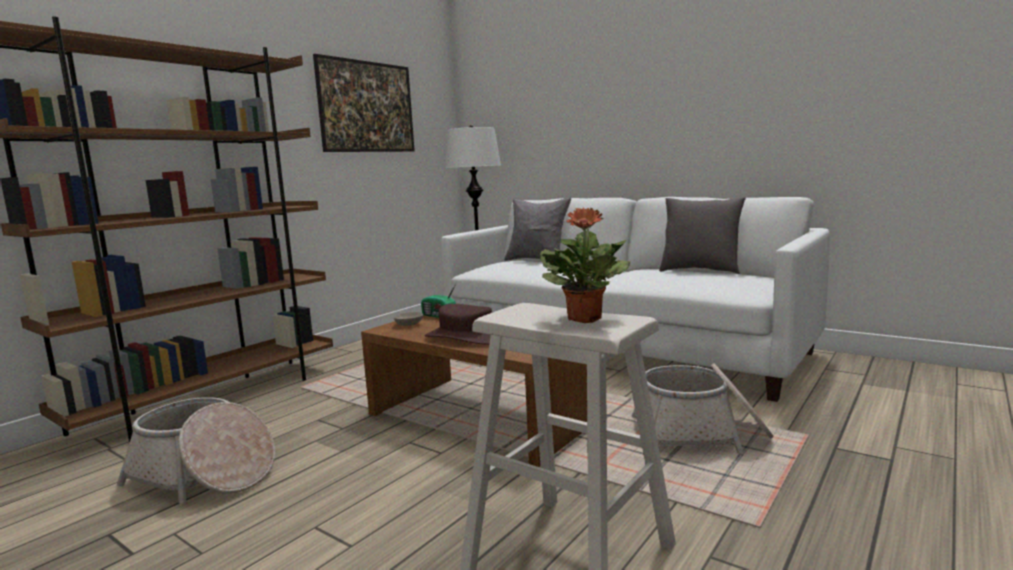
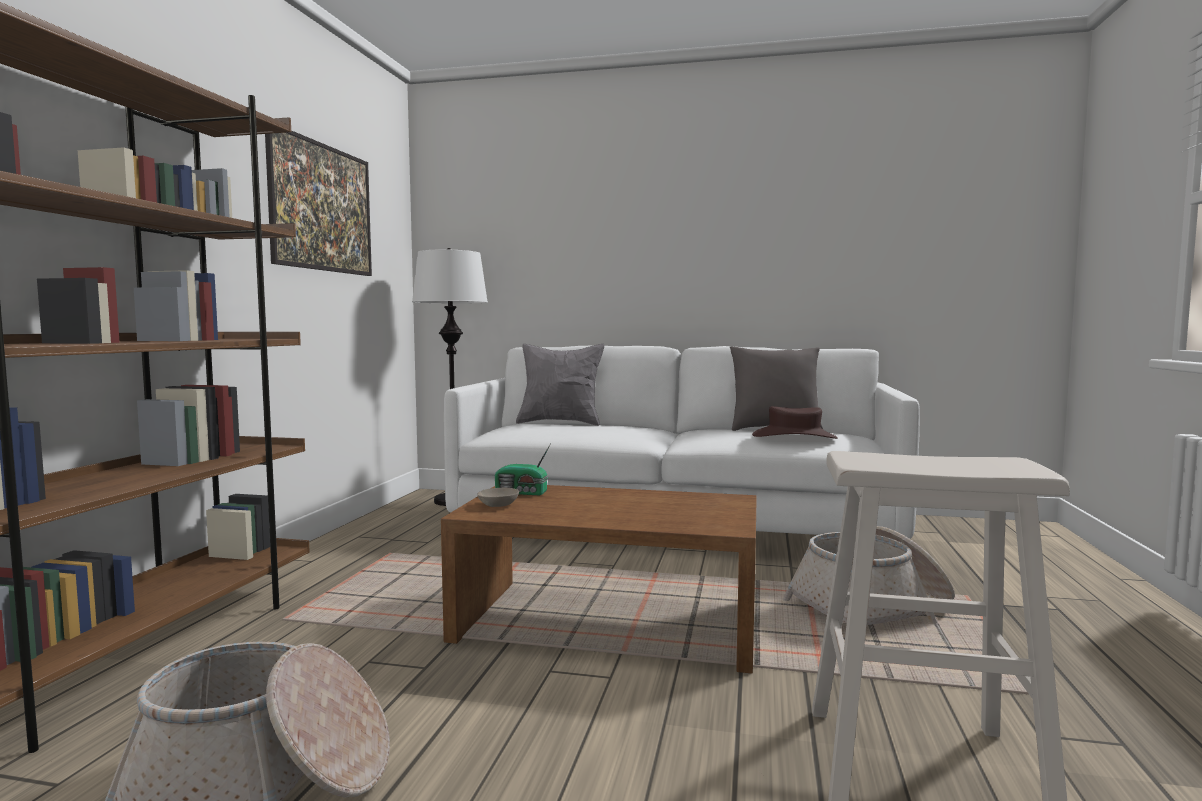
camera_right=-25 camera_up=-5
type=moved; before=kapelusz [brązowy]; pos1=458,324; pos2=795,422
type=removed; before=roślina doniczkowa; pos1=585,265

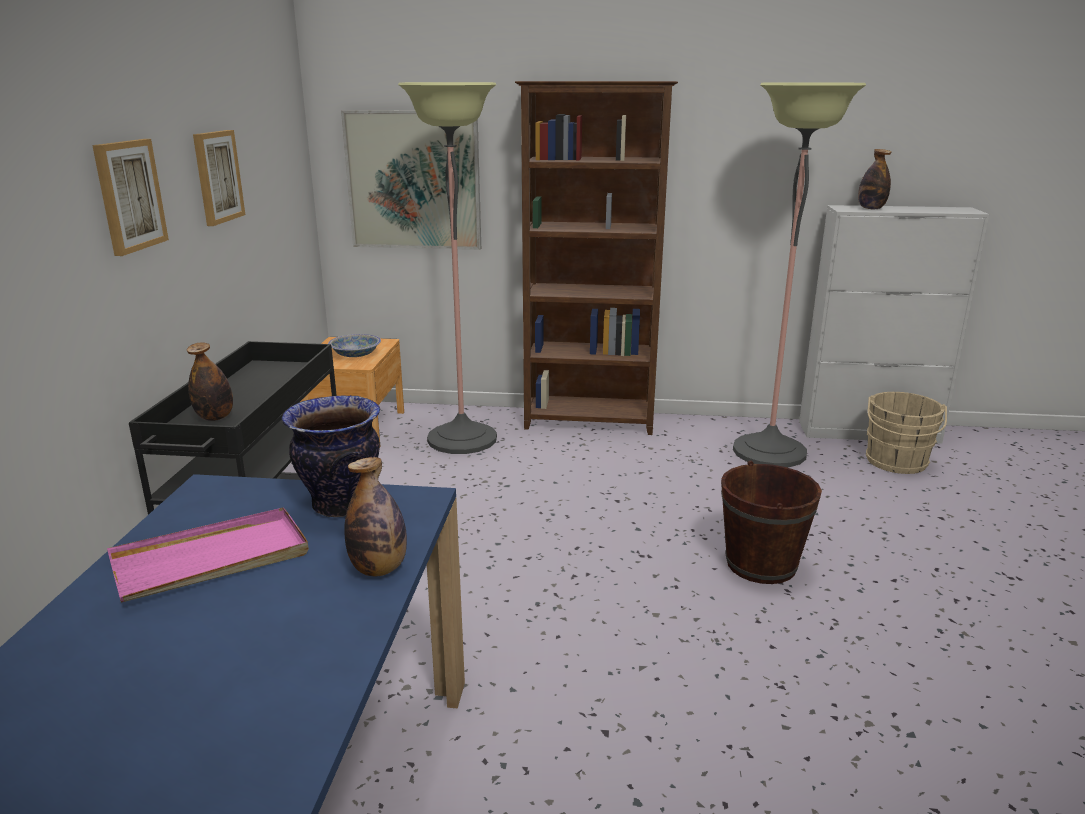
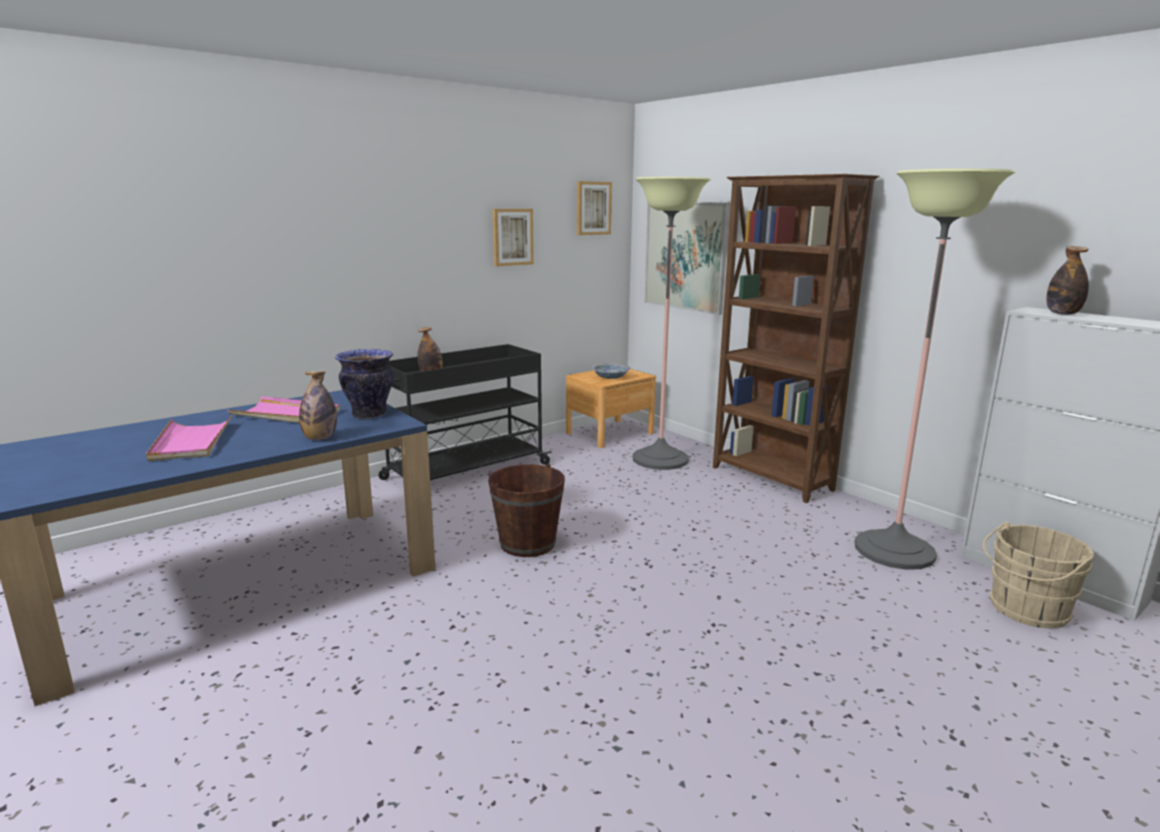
camera_right=45 camera_up=-5
type=added; after=taca [różowy]; pos2=189,438
type=moved; before=wiadro [brązowy]; pos1=771,522; pos2=526,510
type=moved; before=obraz; pos1=130,197; pos2=594,208

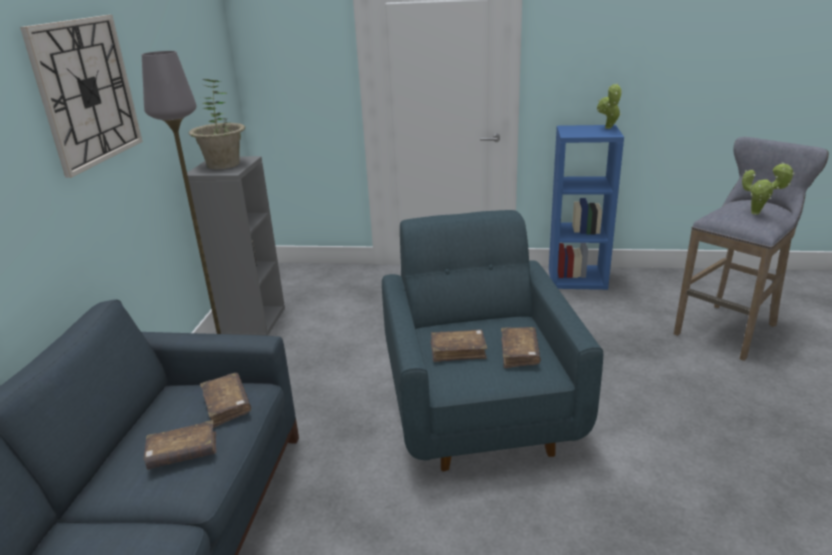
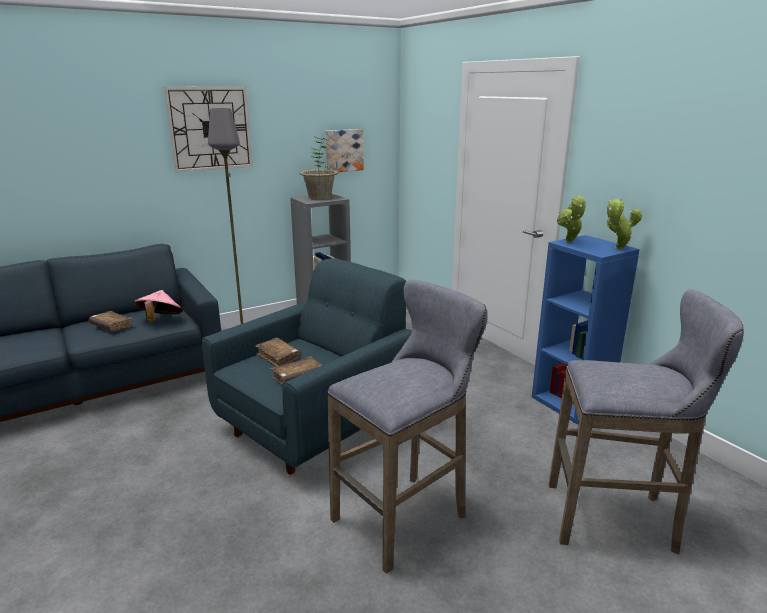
camera_right=50 camera_up=-5
type=replaced; before=książka [brązowy]; after=kapelusz [różowy]; pos1=225,400; pos2=158,306
type=added; after=obraz; pos2=344,150
type=added; after=stołek [szary]; pos2=407,427
type=moved; before=roślina doniczkowa; pos1=768,188; pos2=571,219

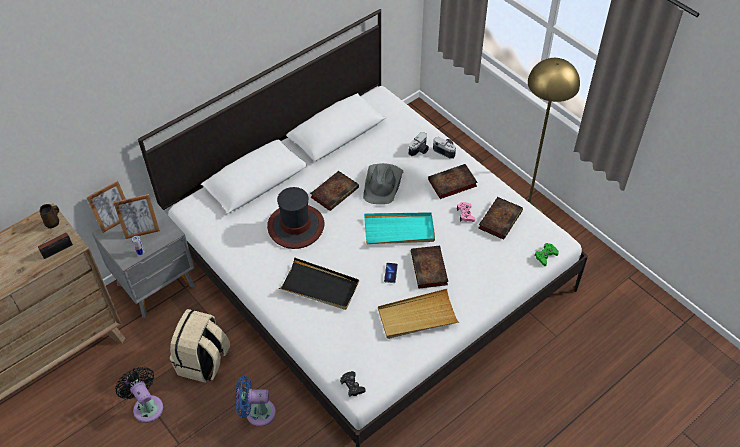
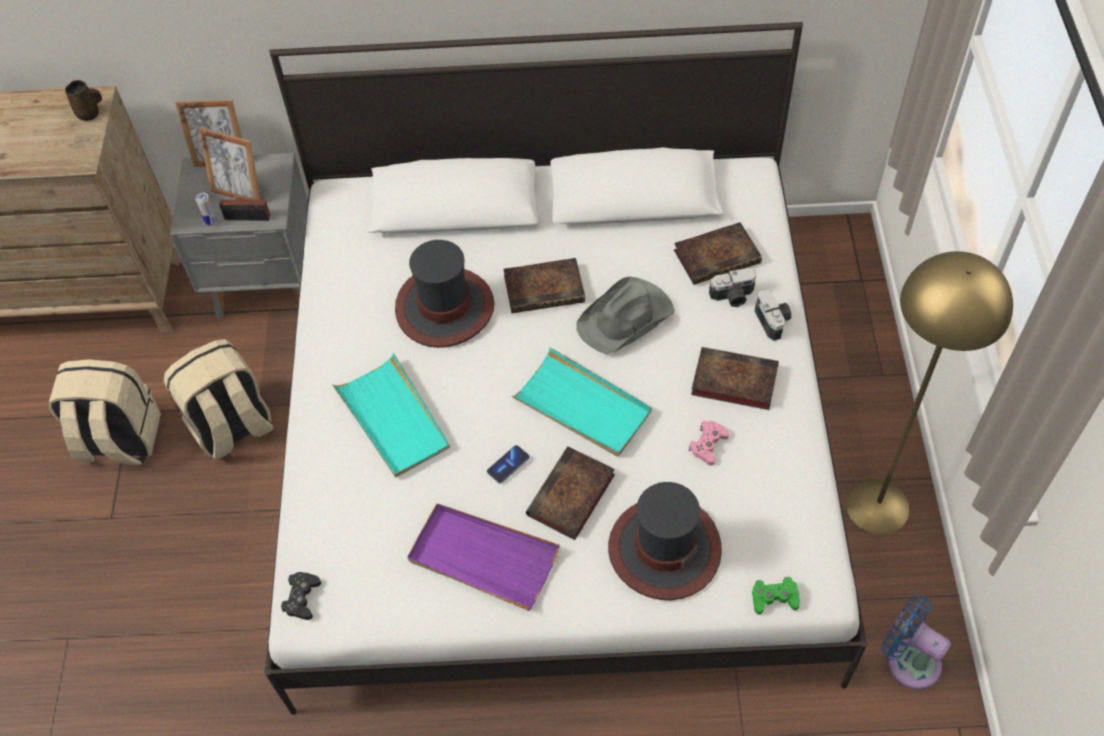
camera_right=40 camera_up=5
type=replaced; before=wentylator [czarny]; after=plecak [beżowy]; pos1=139,395; pos2=105,412
type=moved; before=radio; pos1=55,241; pos2=244,205
type=recoloured; before=taca [czarny]; after=taca [turkusowy]; pos1=319,283; pos2=391,415
type=recoloured; before=taca [beżowy]; after=taca [fioletowy]; pos1=418,314; pos2=483,557
type=added; after=kapelusz; pos2=665,541
type=moved; before=książka; pos1=500,218; pos2=718,253
type=moved; before=wentylator [niebieski]; pos1=256,401; pos2=916,642

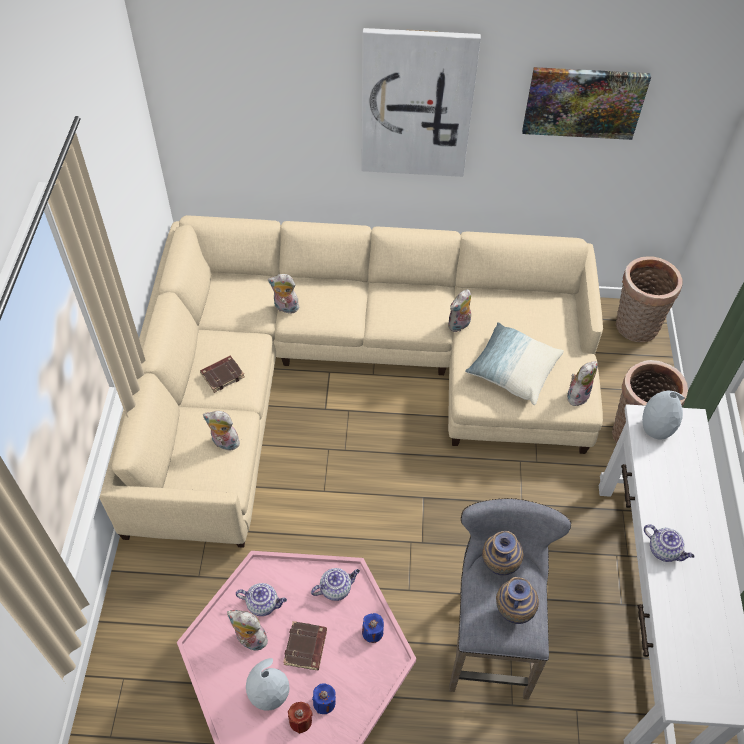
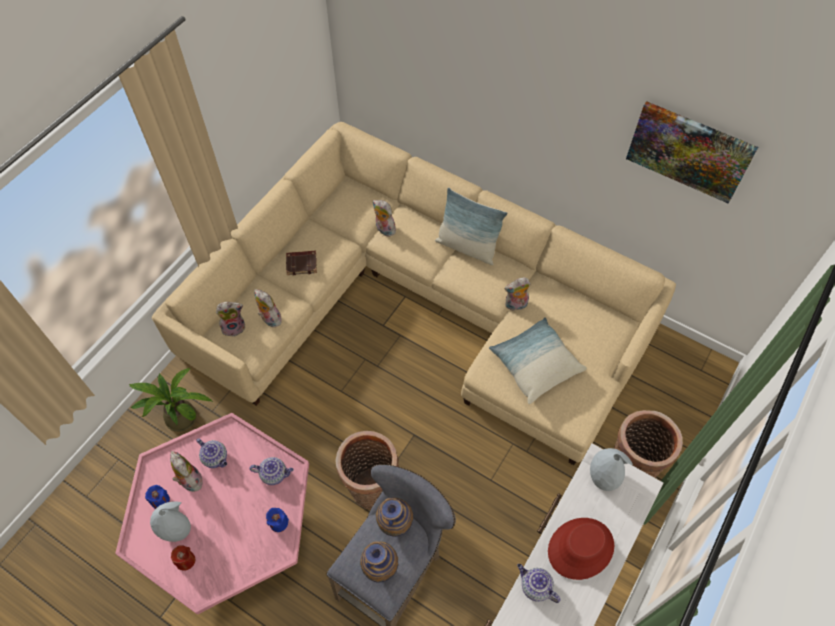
camera_right=30 camera_up=5
type=added; after=roślina doniczkowa; pos2=171,400
type=moved; before=świeca [niebieski]; pos1=324,698; pos2=157,497
type=moved; before=pluszak; pos1=582,383; pos2=230,319
type=moved; before=koszyk; pos1=649,299; pos2=367,470
type=added; after=poduszka; pos2=471,226
type=turned; before=imbryk; pos1=669,543; pos2=538,583; turn=150
type=added; after=kapelusz [czerwony]; pos2=581,549
type=removed; before=książka [brązowy]; pos1=305,645
type=removed; before=obraz; pos1=421,102

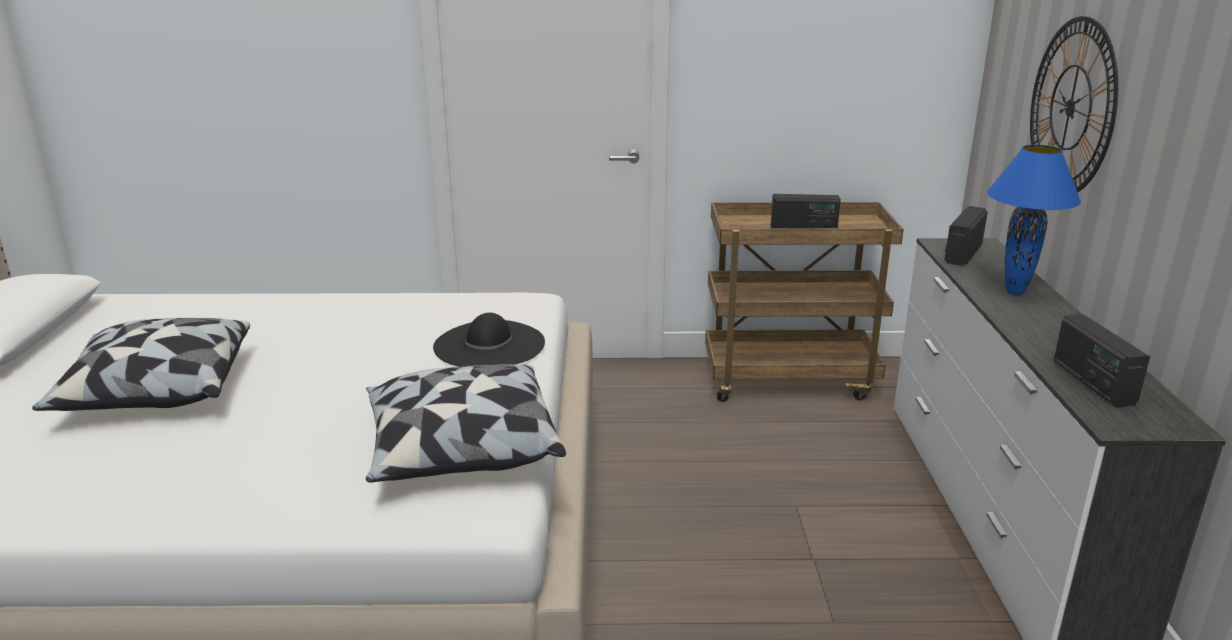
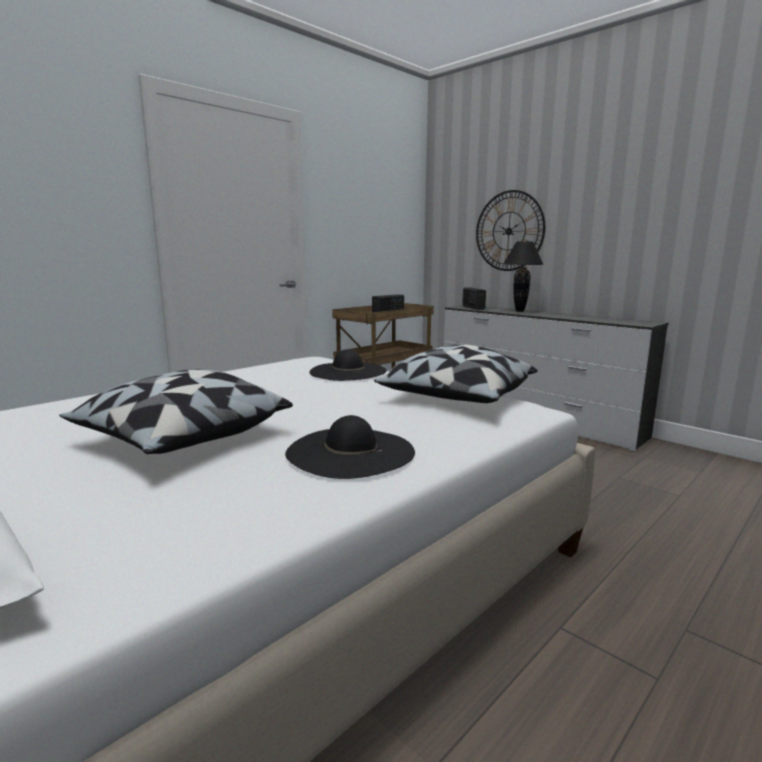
camera_right=-45 camera_up=-10
type=added; after=kapelusz [czarny]; pos2=350,447
type=recoloured; before=lampa stołowa [niebieski]; after=lampa stołowa [czarny]; pos1=1034,220; pos2=523,276
type=removed; before=radio; pos1=1102,360

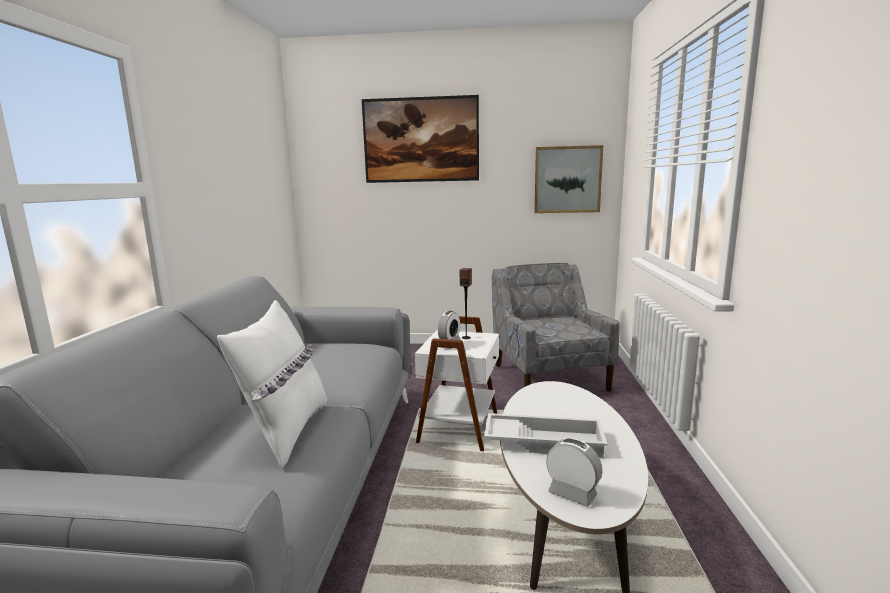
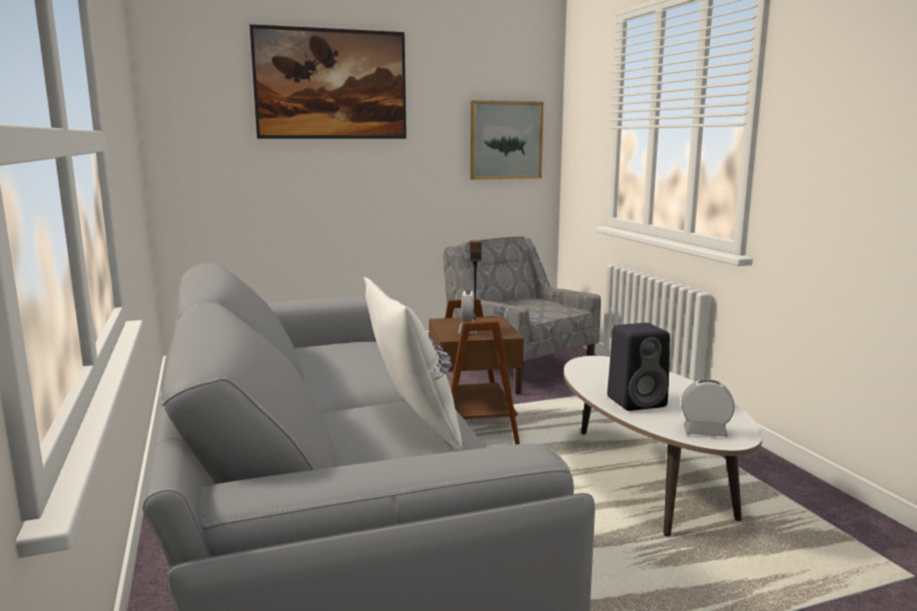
camera_right=-25 camera_up=0
type=recoloured; before=stolik [biały]; after=stolik [brązowy]; pos1=457,383; pos2=476,372
type=replaced; before=taca [biały]; after=głośnik [czarny]; pos1=545,435; pos2=638,367

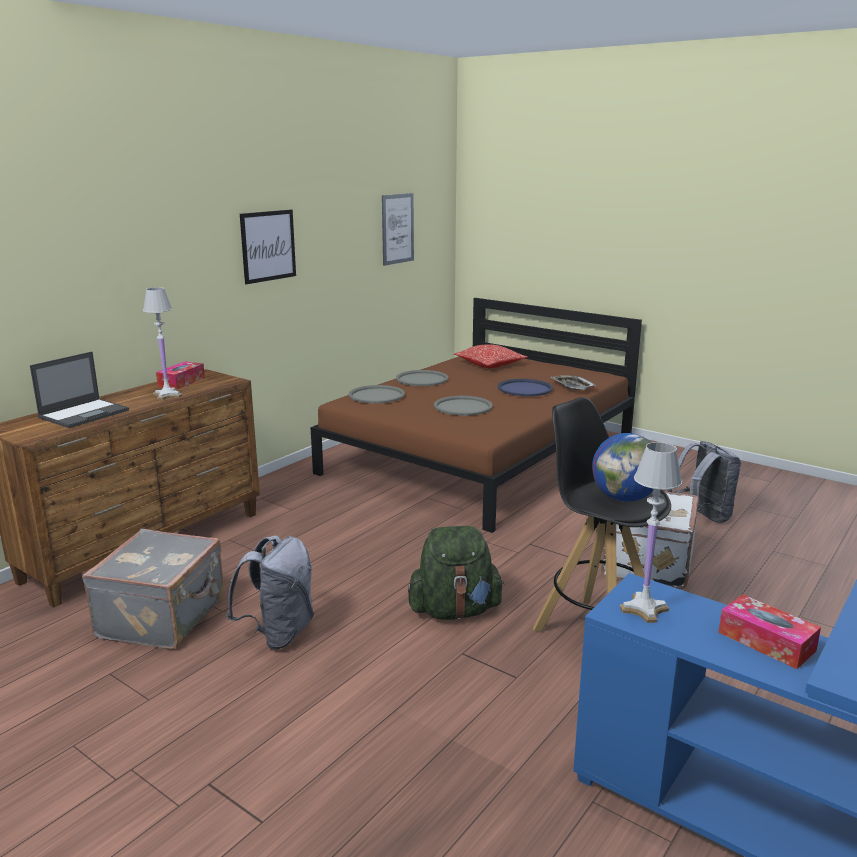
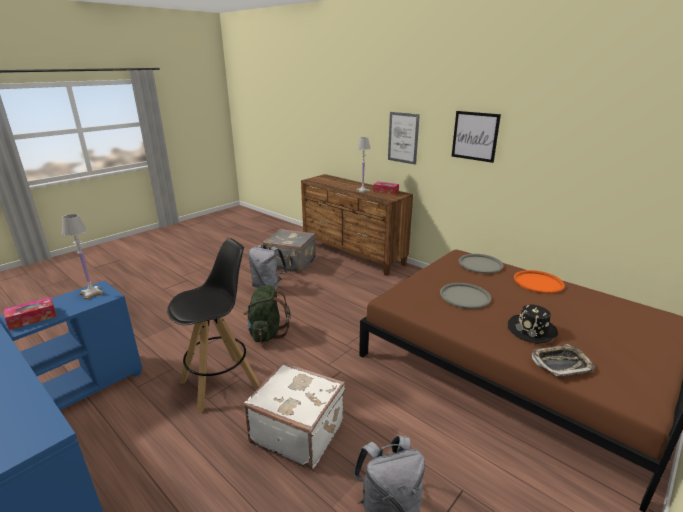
camera_right=95 camera_up=5
type=moved; before=obraz; pos1=398,229; pos2=404,138
type=replaced; before=taca [niebieski]; after=kapelusz [czarny]; pos1=525,387; pos2=533,324
type=recoloured; before=taca [szary]; after=taca [pomarańczowy]; pos1=422,378; pos2=539,282
type=removed; before=laptop; pos1=79,390
type=removed; before=poduszka; pos1=491,356
type=removed; before=globus; pos1=622,467

